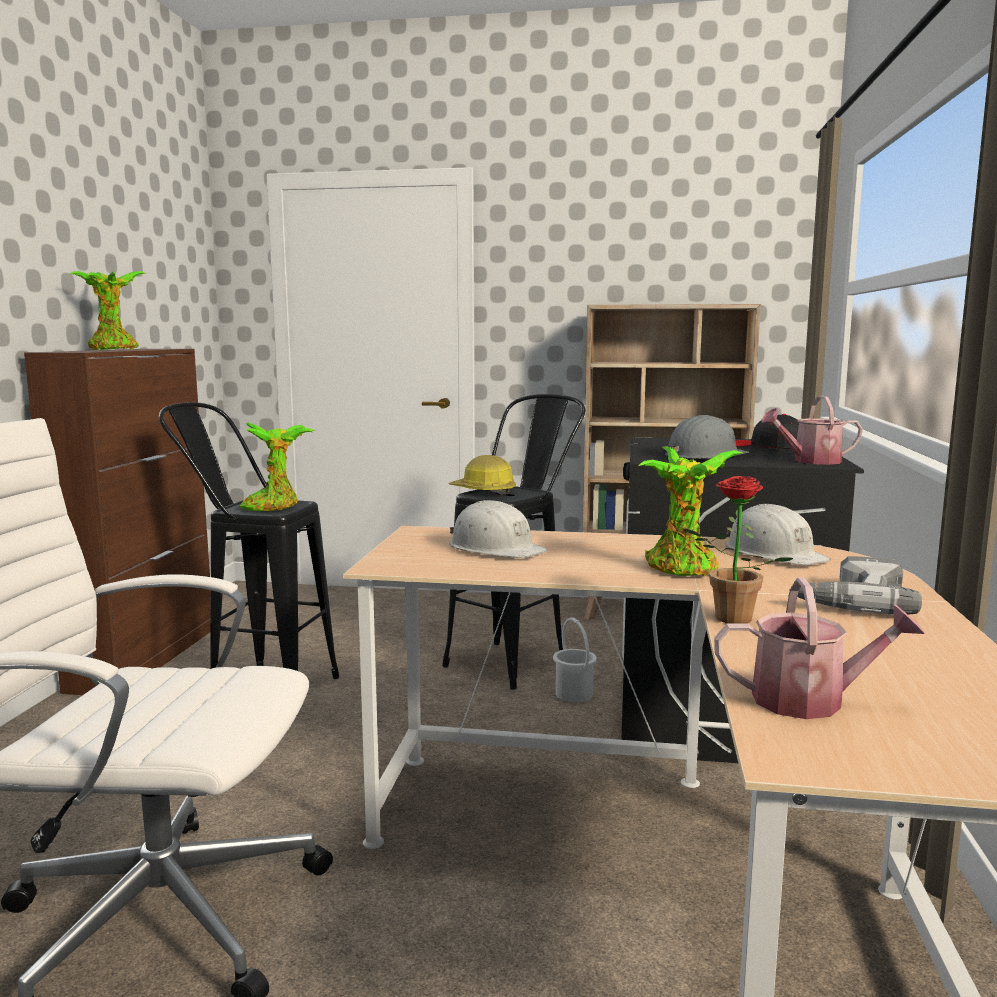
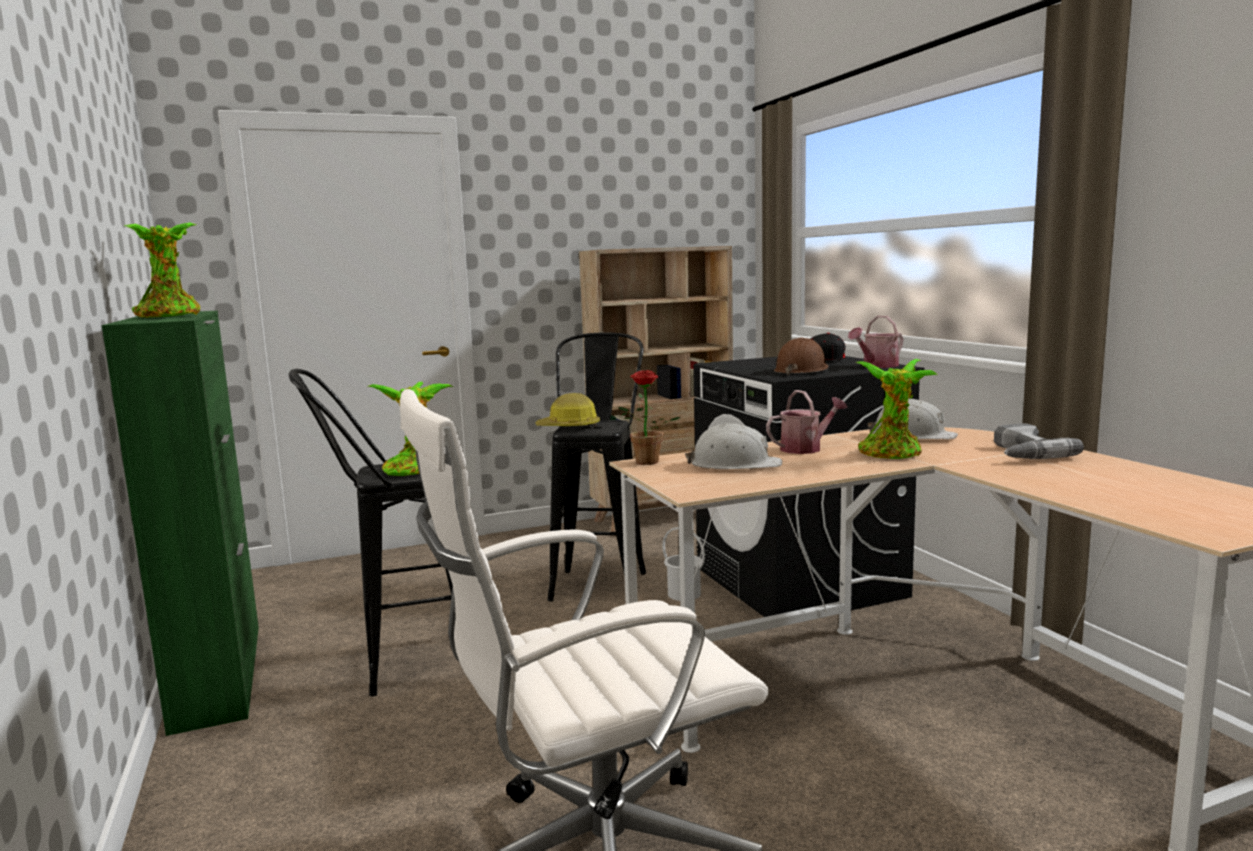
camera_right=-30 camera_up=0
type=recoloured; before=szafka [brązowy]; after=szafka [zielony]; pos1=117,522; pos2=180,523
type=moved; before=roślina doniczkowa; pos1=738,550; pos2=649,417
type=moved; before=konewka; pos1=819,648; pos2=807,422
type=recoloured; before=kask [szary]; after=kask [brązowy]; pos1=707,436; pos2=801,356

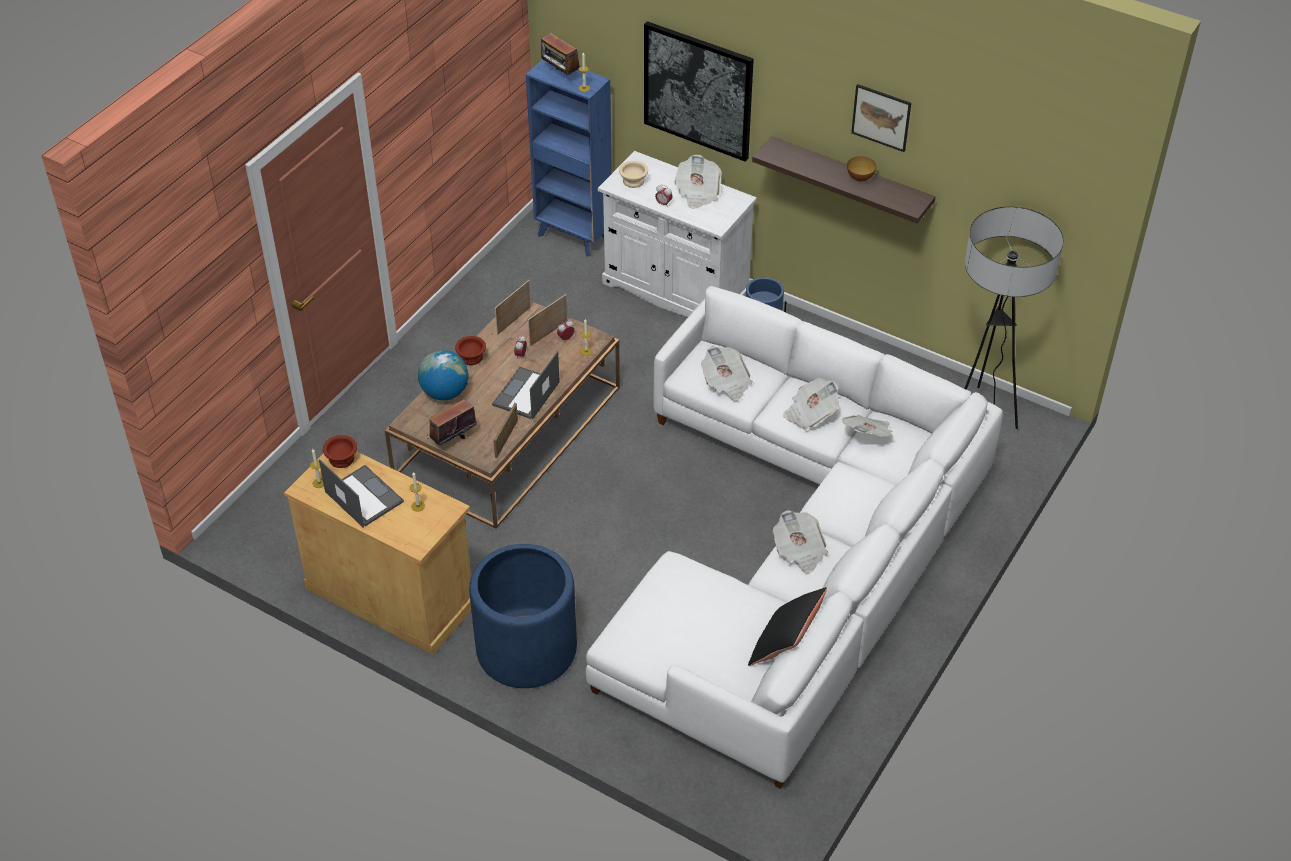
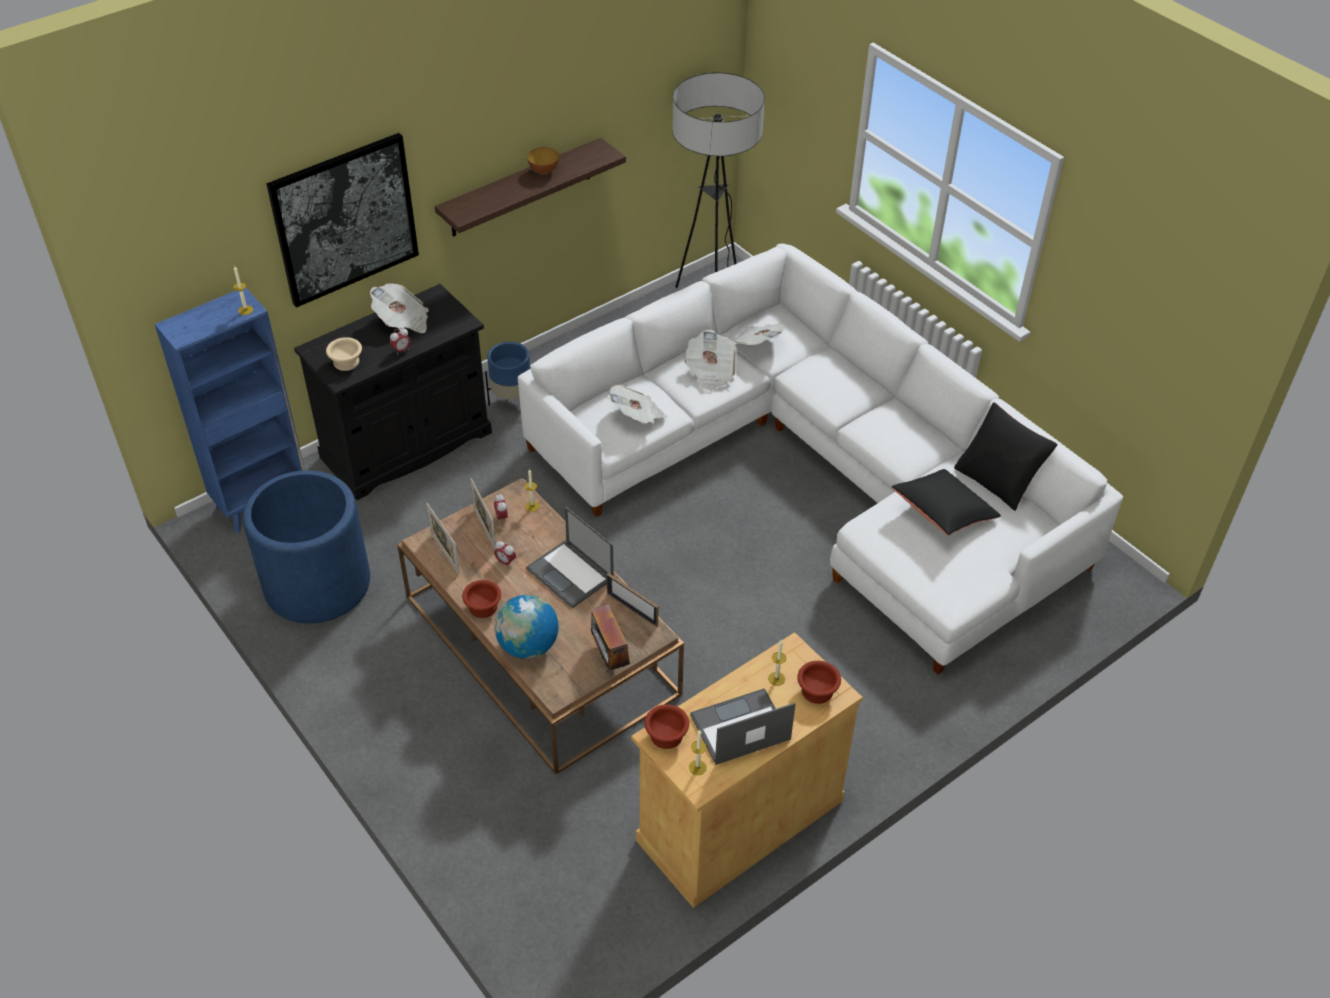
camera_right=-70 camera_up=0
type=moved; before=donica [niebieski]; pos1=523,616; pos2=306,547
type=recoloured; before=szafka [biały]; after=szafka [czarny]; pos1=677,234; pos2=393,392
type=added; after=miska [brązowy]; pos2=819,682
type=added; after=poduszka [czarny]; pos2=946,502
type=removed; before=radio; pos1=560,53
type=removed; before=gazeta; pos1=801,542
type=removed; before=obraz; pos1=881,118

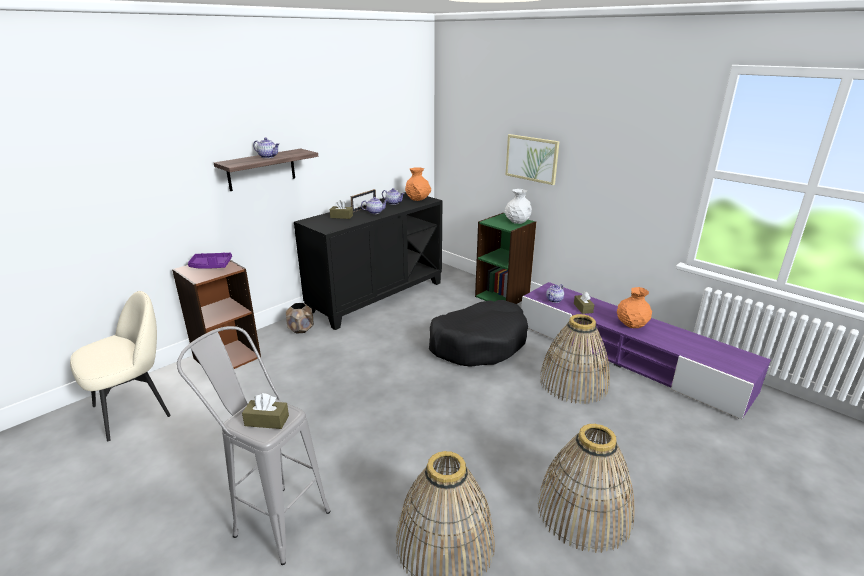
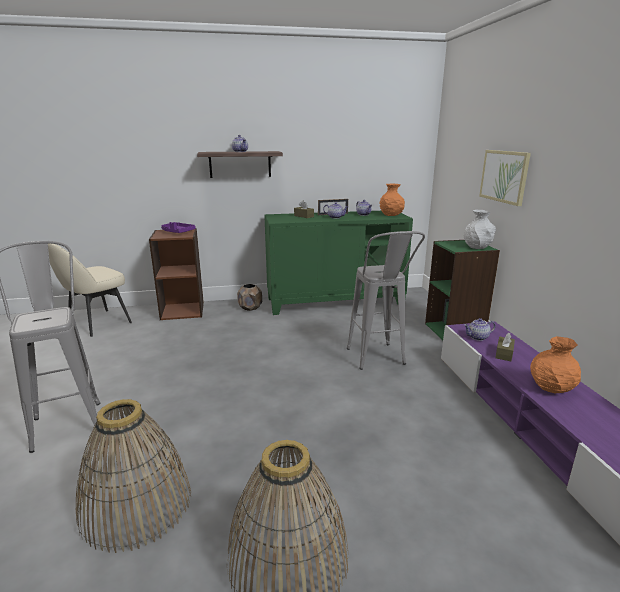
camera_right=35 camera_up=-5
type=turned; before=krzesło [beżowy]; pos1=120,366; pos2=90,290; turn=135
type=recoloured; before=szafka [czarny]; after=szafka [zielony]; pos1=368,261; pos2=338,263
type=replaced; before=legowisko [czarny]; after=stołek [szary]; pos1=478,333; pos2=386,300
type=removed; before=pudełko chusteczek [brązowy]; pos1=265,411
type=removed; before=koszyk; pos1=575,359

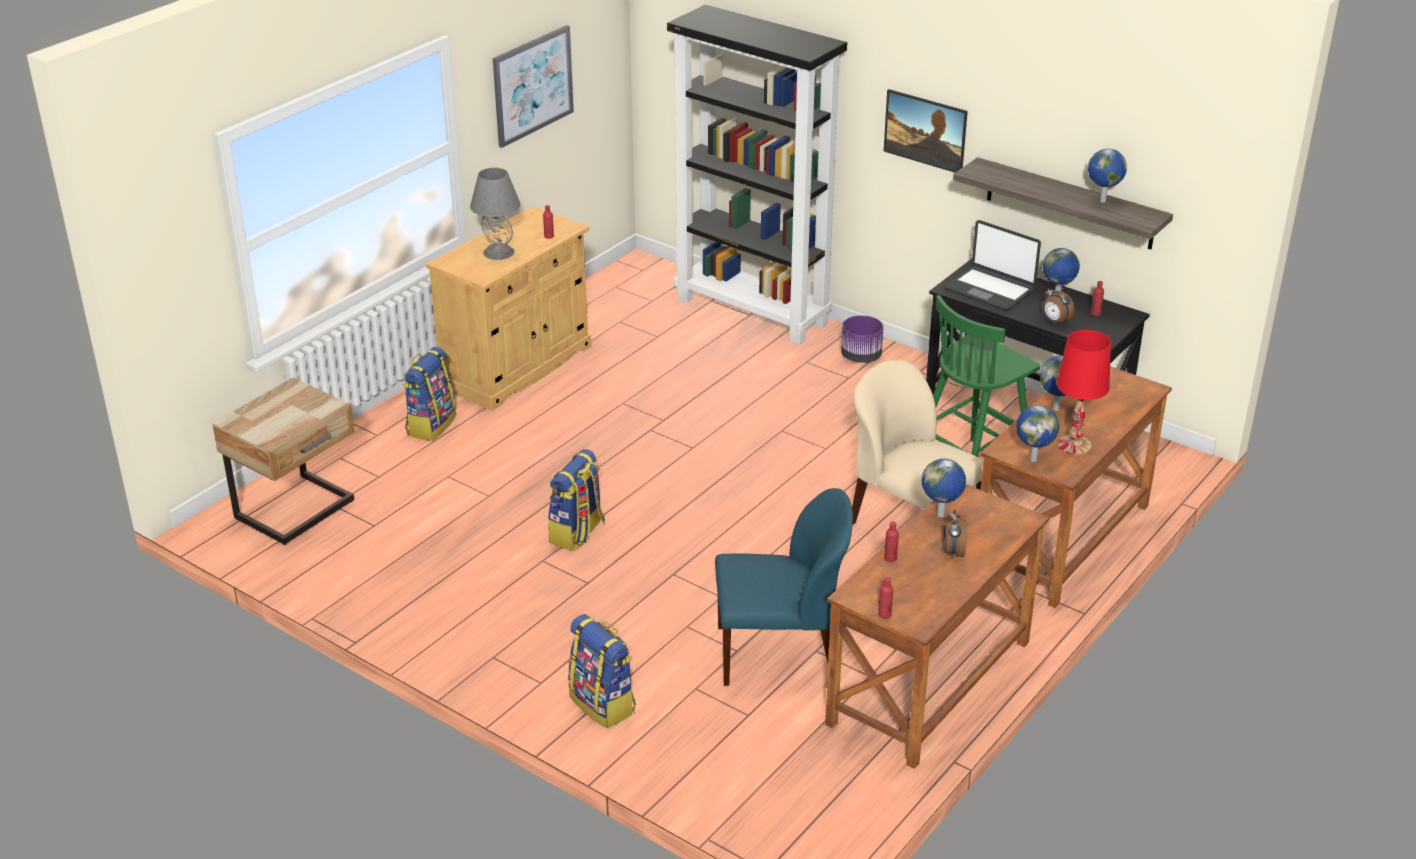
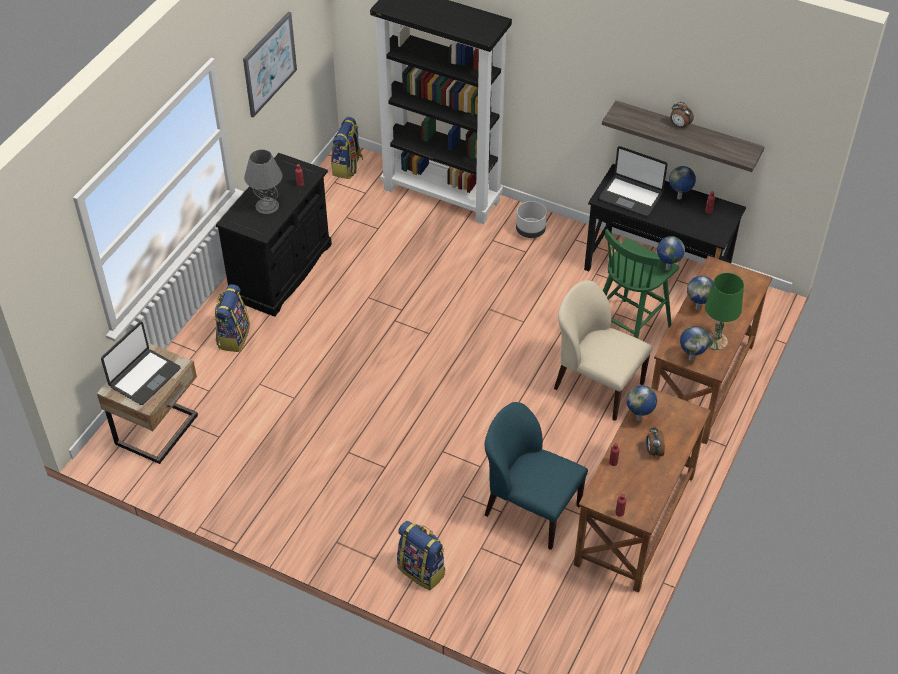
camera_right=-10 camera_up=15
type=added; after=laptop; pos2=141,363
type=recoloured; before=szafka [beżowy]; after=szafka [czarny]; pos1=508,308; pos2=274,234
type=moved; before=plecak; pos1=576,500; pos2=347,148
type=turned; before=krzesło [niebieski]; pos1=784,587; pos2=536,476; turn=-135
type=recoloured; before=donica [fioletowy]; after=donica [szary]; pos1=862,339; pos2=531,219
type=moved; before=globus; pos1=1107,176; pos2=671,253
type=moved; before=budzik; pos1=1058,305; pos2=682,115
type=recoloured; before=lampa stołowa [czerwony]; after=lampa stołowa [zielony]; pos1=1084,392; pos2=724,311
type=removed; before=obraz; pos1=926,131

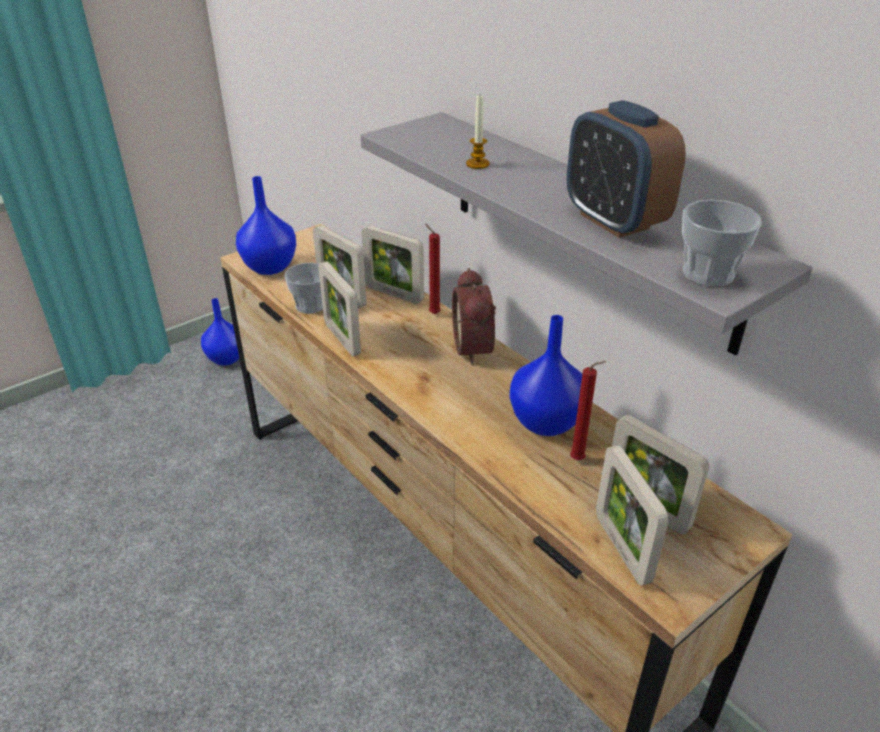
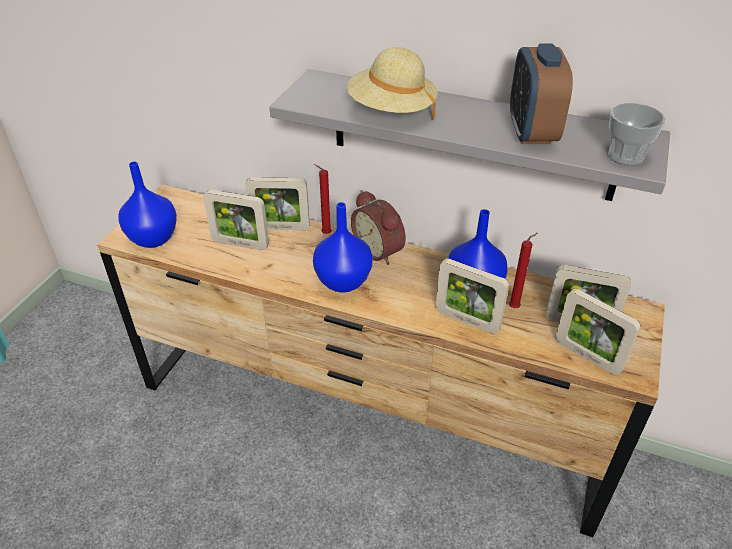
camera_right=-30 camera_up=5
type=moved; before=wazon [niebieski]; pos1=220,332; pos2=343,247
type=replaced; before=świeca; after=kapelusz [beżowy]; pos1=478,132; pos2=392,83
type=moved; before=ramka na zdjęcie; pos1=339,308; pos2=472,296
type=turned; before=budzik; pos1=626,169; pos2=541,93; turn=60
type=removed; before=filiżanka; pos1=303,288

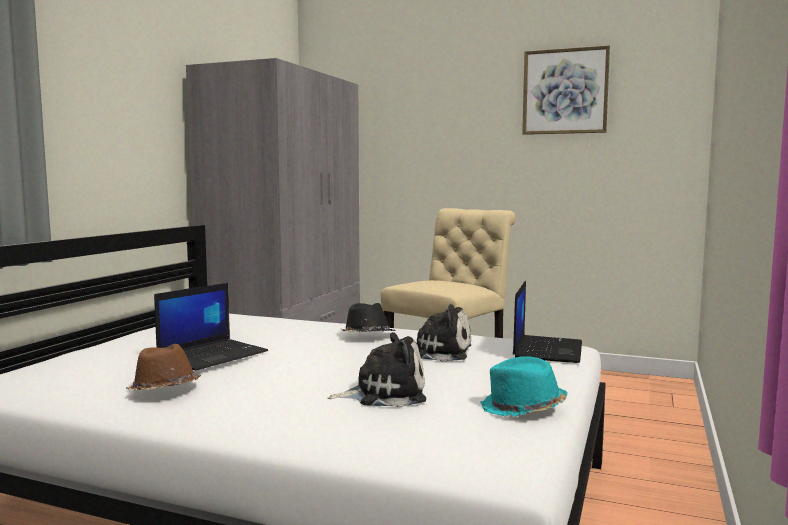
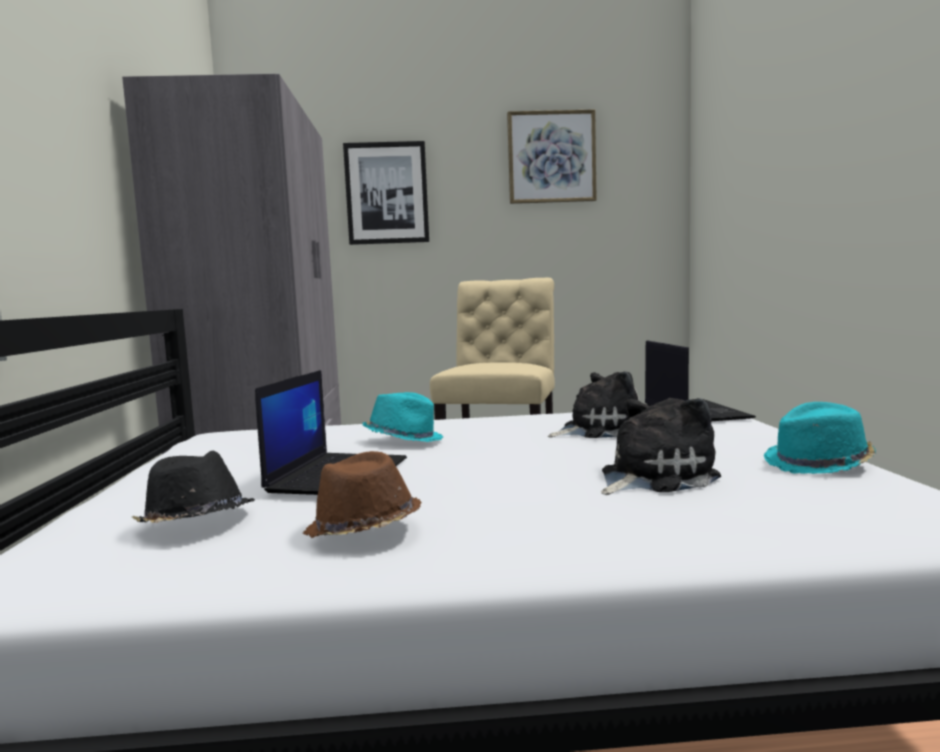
camera_right=-25 camera_up=0
type=moved; before=kapelusz [czarny]; pos1=367,317; pos2=193,487
type=added; after=obraz; pos2=386,193
type=added; after=kapelusz [turkusowy]; pos2=403,417

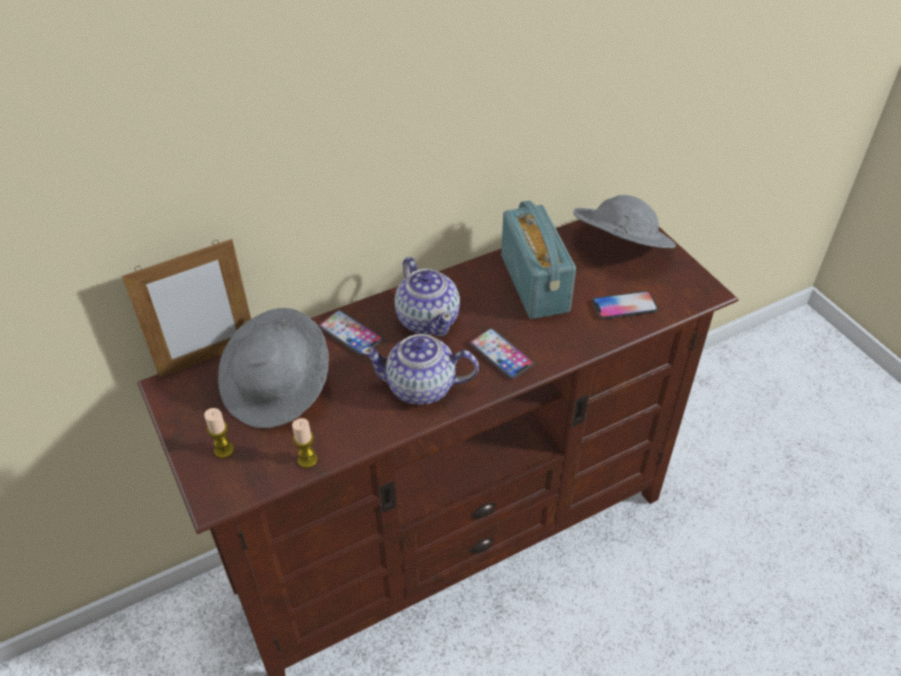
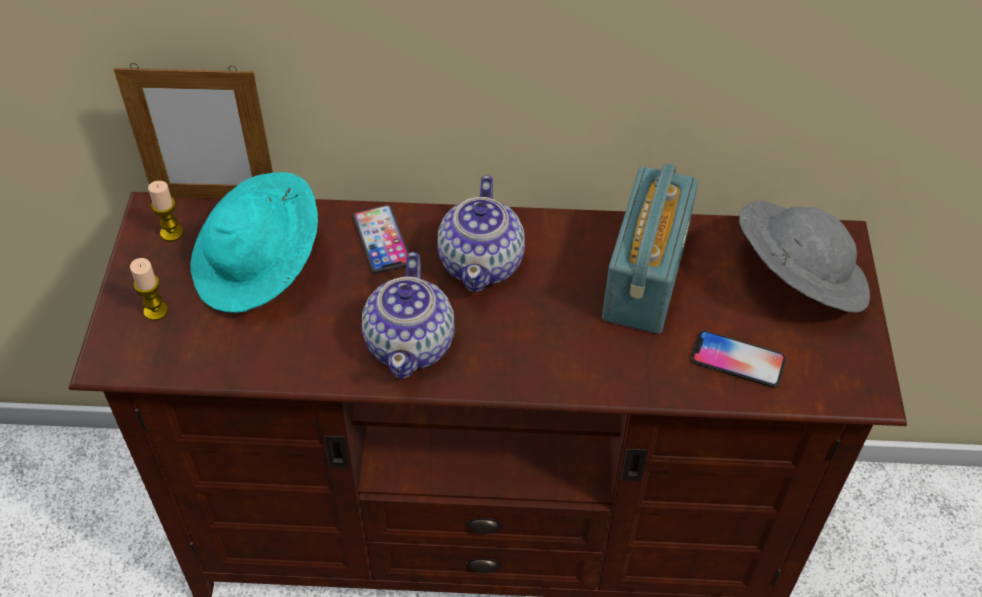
camera_right=30 camera_up=5
type=moved; before=świeca; pos1=305,443; pos2=165,211
type=recoloured; before=kapelusz [szary]; after=kapelusz [turkusowy]; pos1=273,368; pos2=254,242
type=turned; before=imbryk; pos1=420,369; pos2=408,315; turn=-120
type=removed; before=telefon; pos1=501,354

